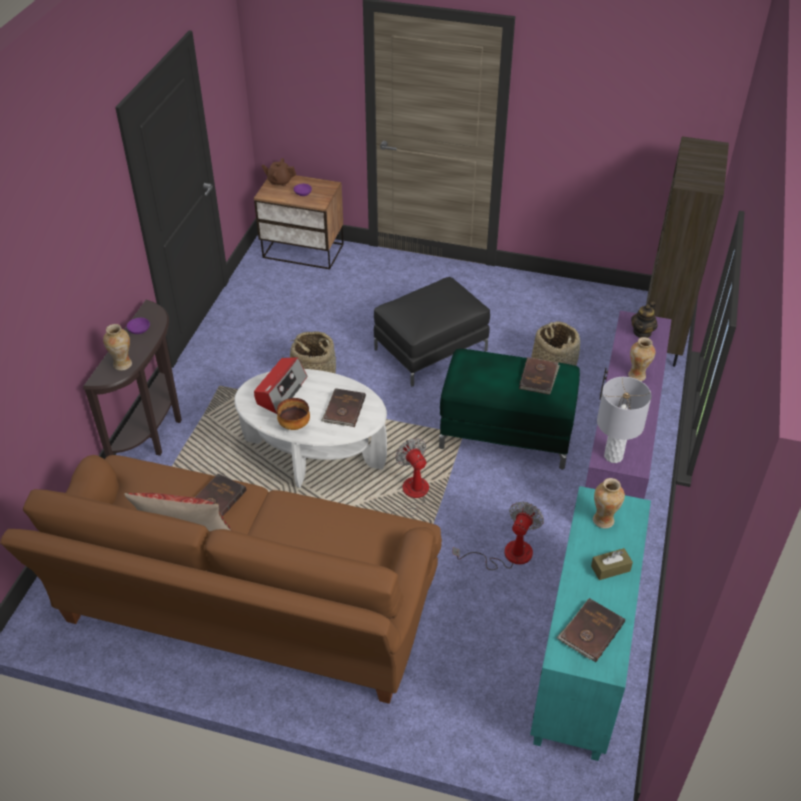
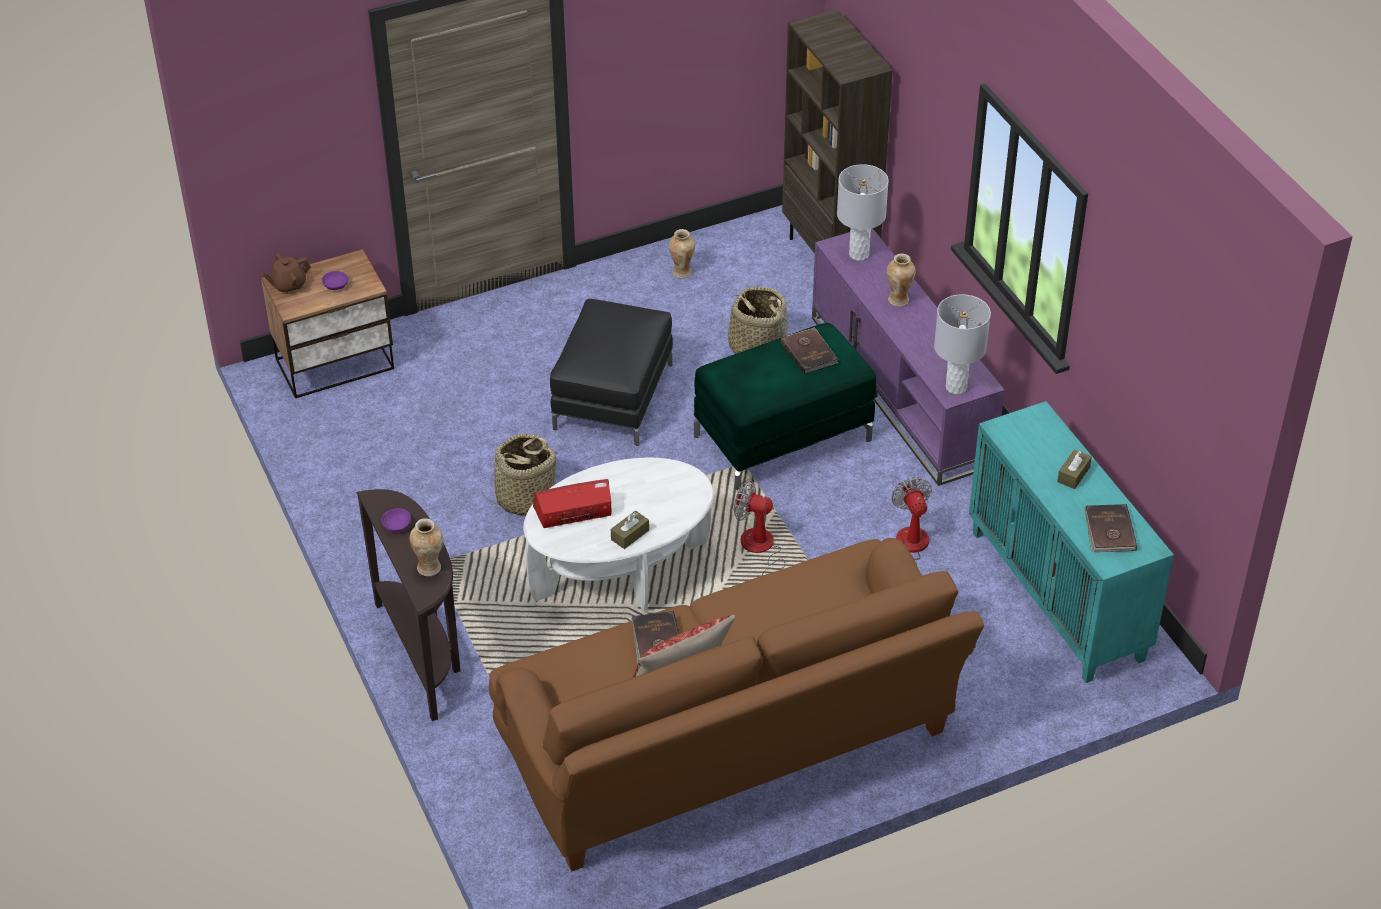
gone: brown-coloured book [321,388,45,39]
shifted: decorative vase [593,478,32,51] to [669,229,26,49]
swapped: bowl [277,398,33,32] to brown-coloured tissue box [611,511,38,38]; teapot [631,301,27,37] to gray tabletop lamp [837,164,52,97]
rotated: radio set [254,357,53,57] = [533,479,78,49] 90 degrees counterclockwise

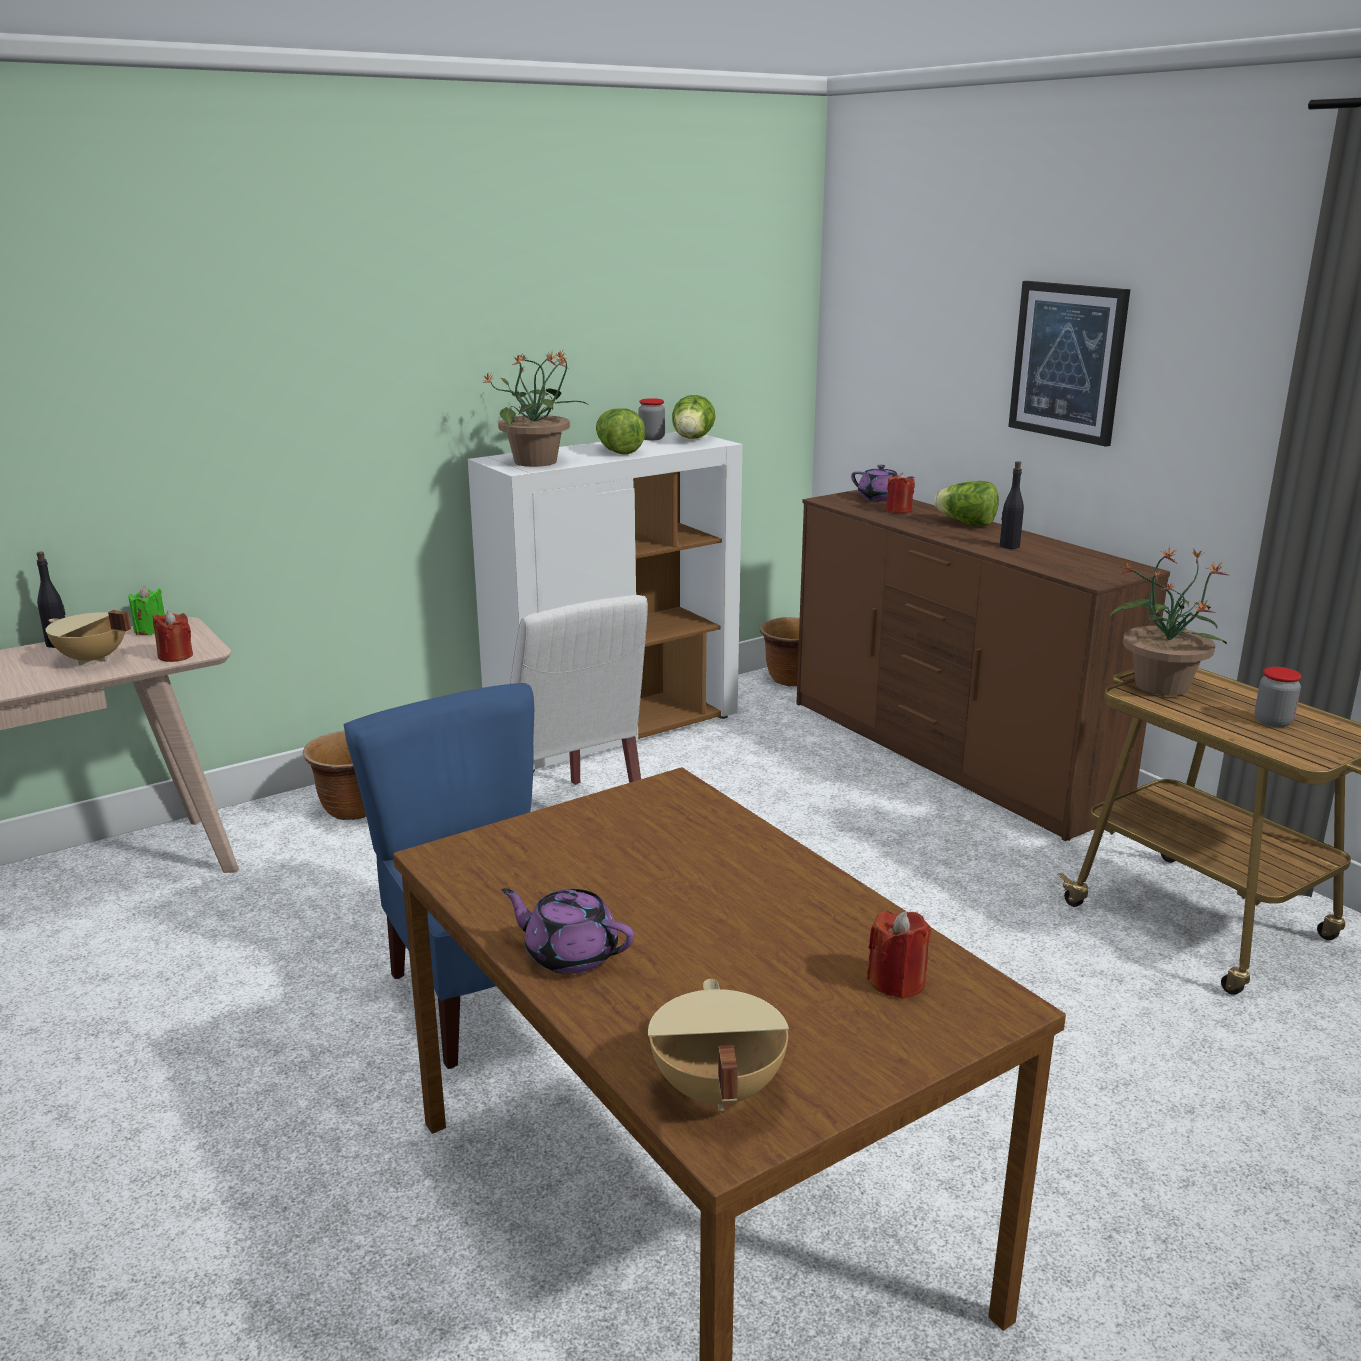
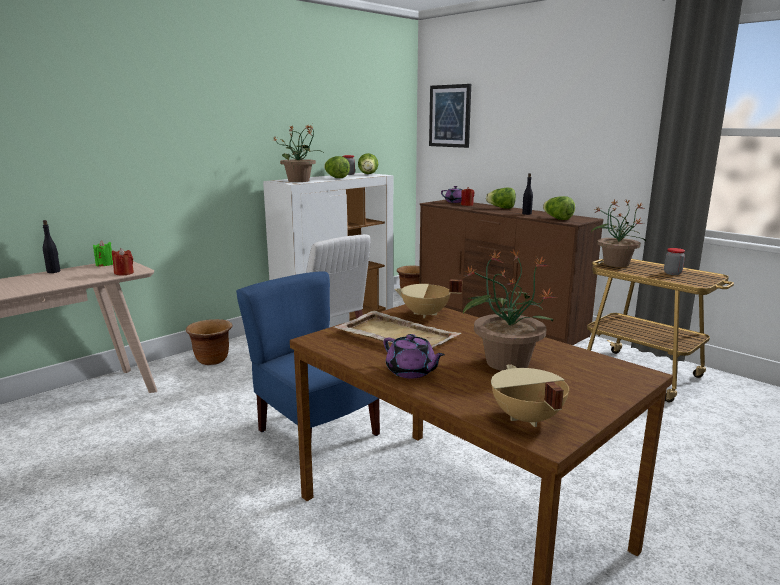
gone: red-coloured candle [867,911,64,88]
new: beige-coloured carrying tray [334,311,127,38]; plant in a pot [463,250,95,121]; head of lettuce [543,196,32,24]
shifted: beige-coloured stockpot [46,610,85,55] to [395,279,67,39]; wall art [1008,281,122,166] to [429,84,42,64]
rotated: purple teapot [501,888,133,86] = [383,334,62,45] 150 degrees counterclockwise

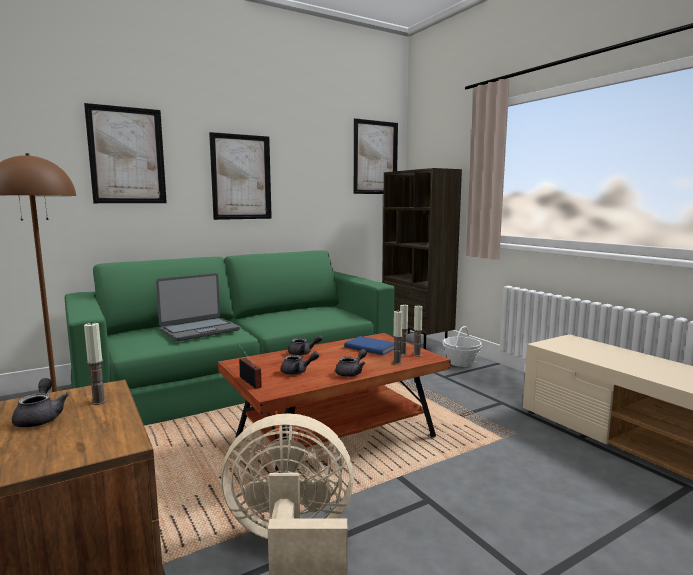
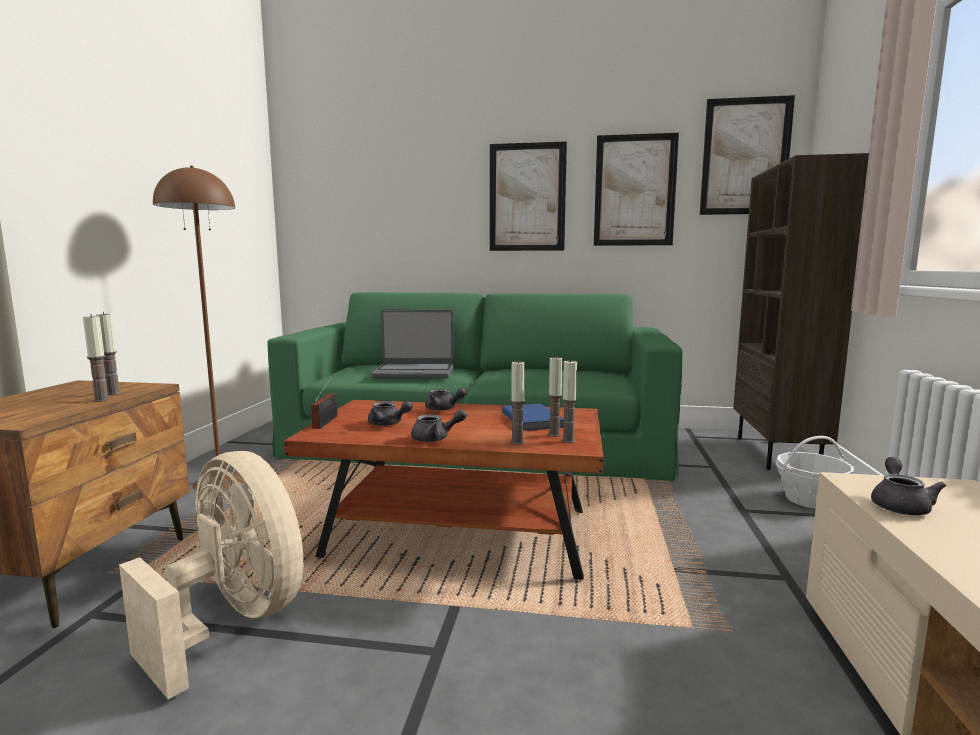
new: candle [83,314,27,88]
shifted: gray teapot [12,378,57,50] to [871,457,75,58]; wall art [84,103,83,100] to [594,133,85,113]

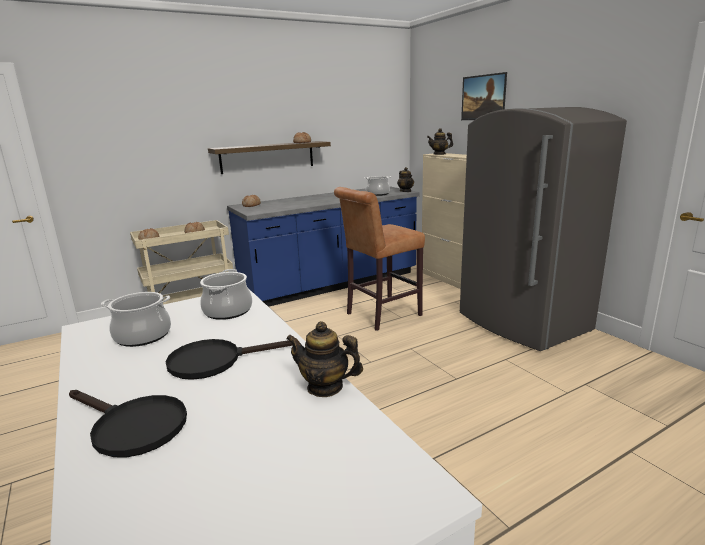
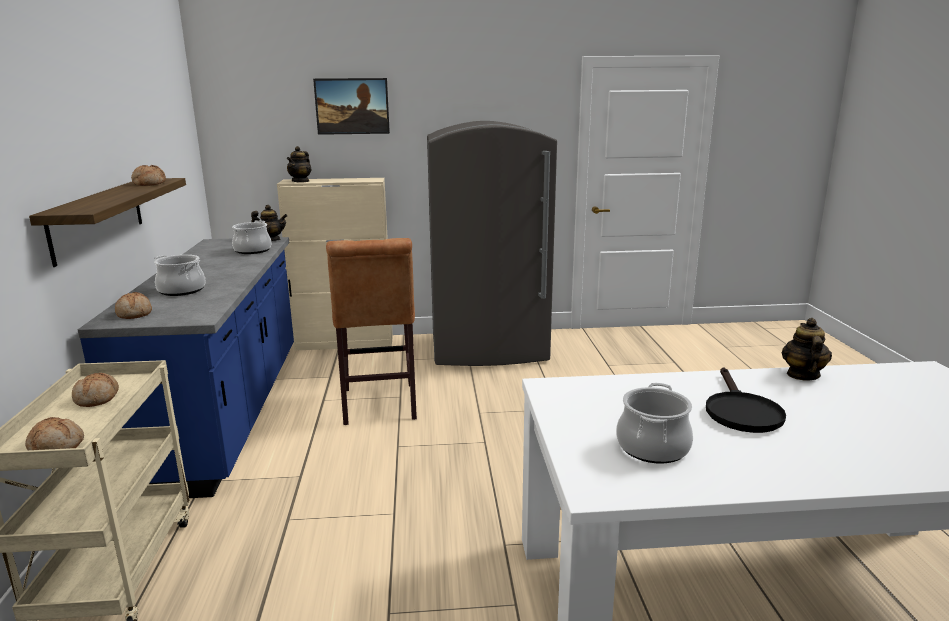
gone: blackish skillet [69,390,118,67]
shifted: stockpot [200,269,52,51] to [154,255,52,41]
rotated: teapot [286,321,77,76] = [782,318,50,62] 150 degrees clockwise

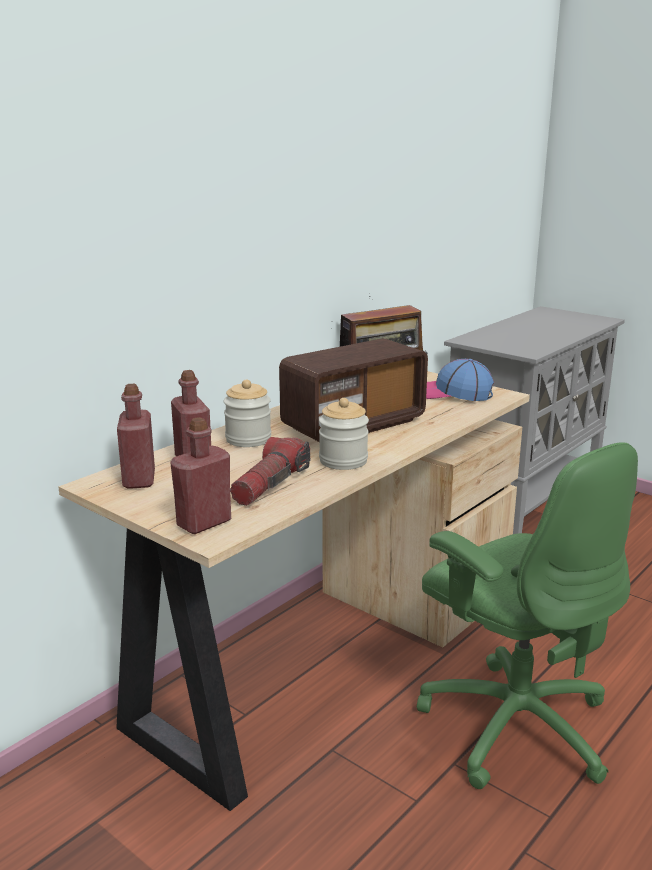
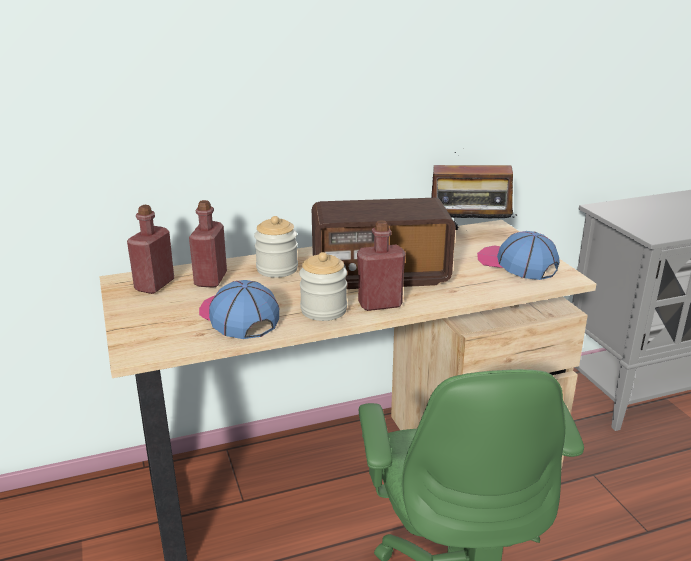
shifted: red-coloured beverage bottle [170,417,61,117] to [357,220,49,91]
swapped: hand torch [230,437,80,69] to baseball cap [199,280,80,59]

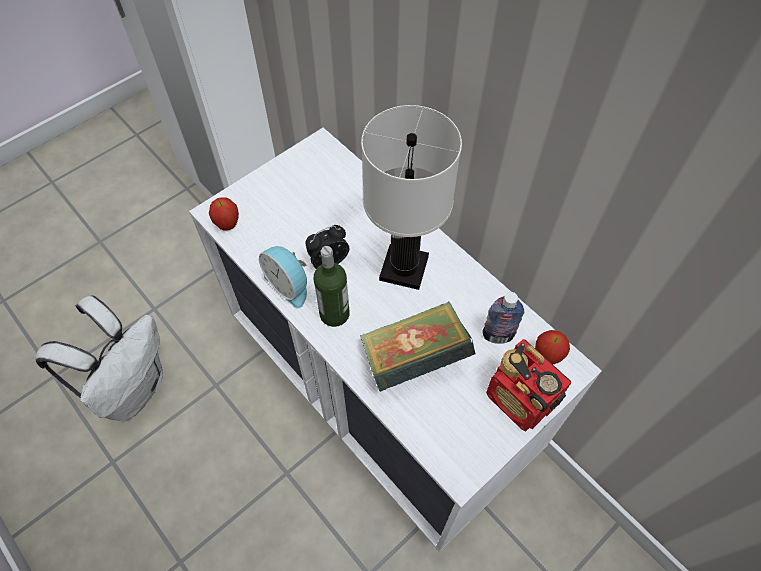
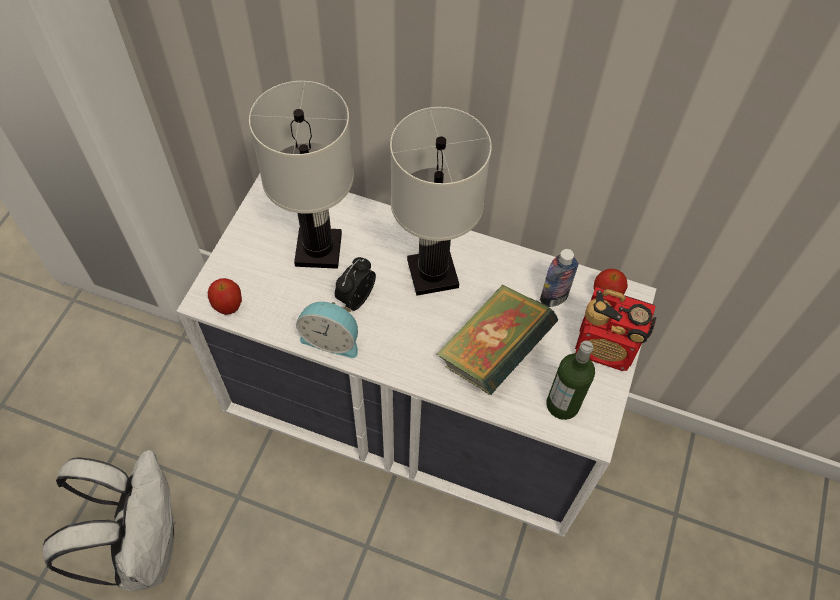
new: whitish tabletop lamp [249,81,105,188]
shifted: beverage bottle [314,246,36,81] to [546,341,49,79]

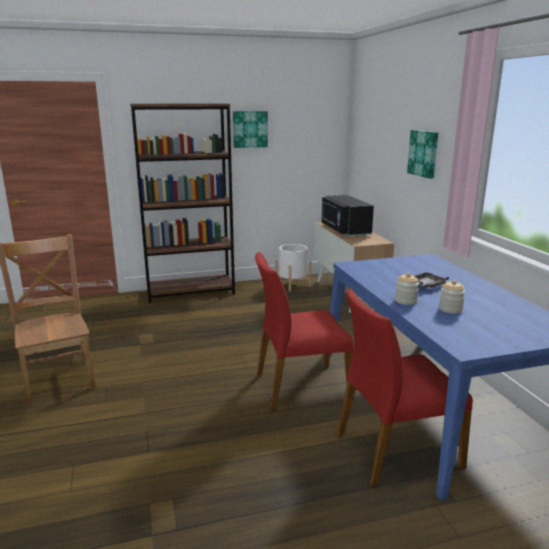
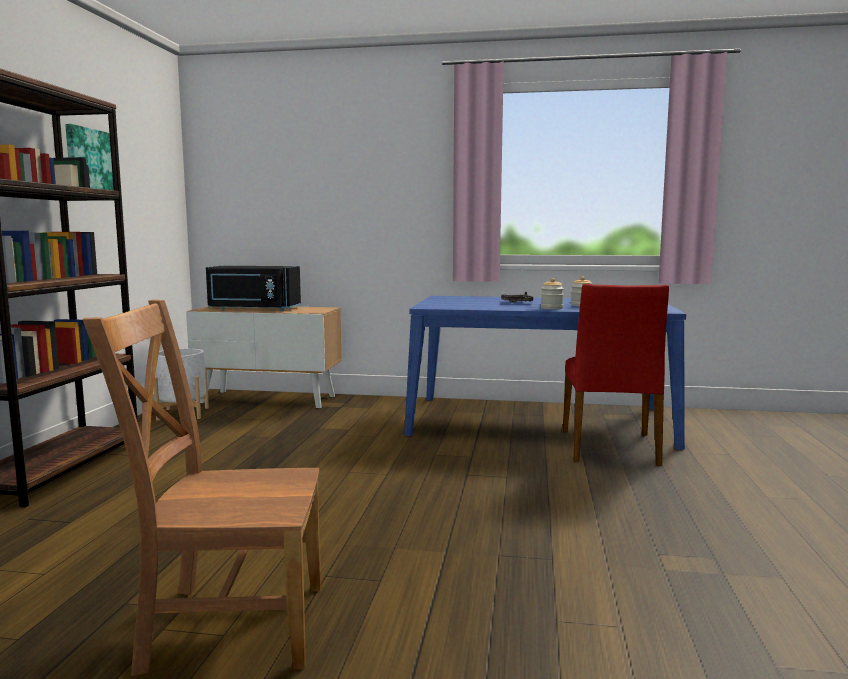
gone: red-coloured plain chair [255,252,98,158]; wall art [407,130,31,49]

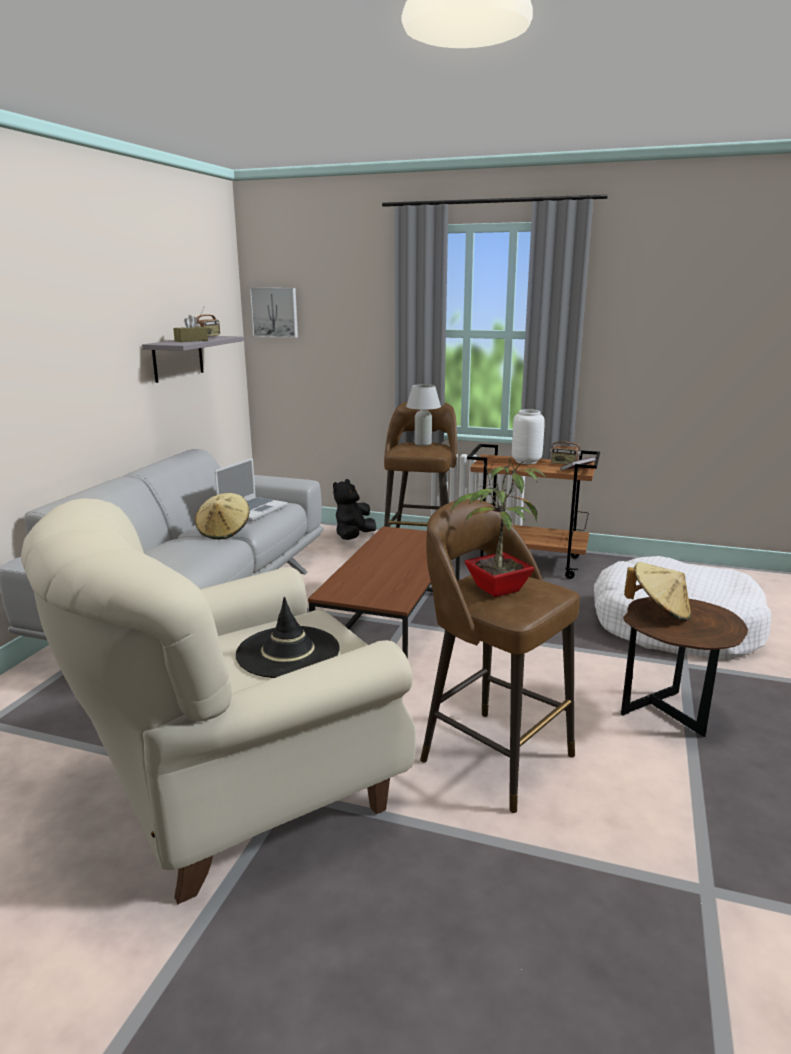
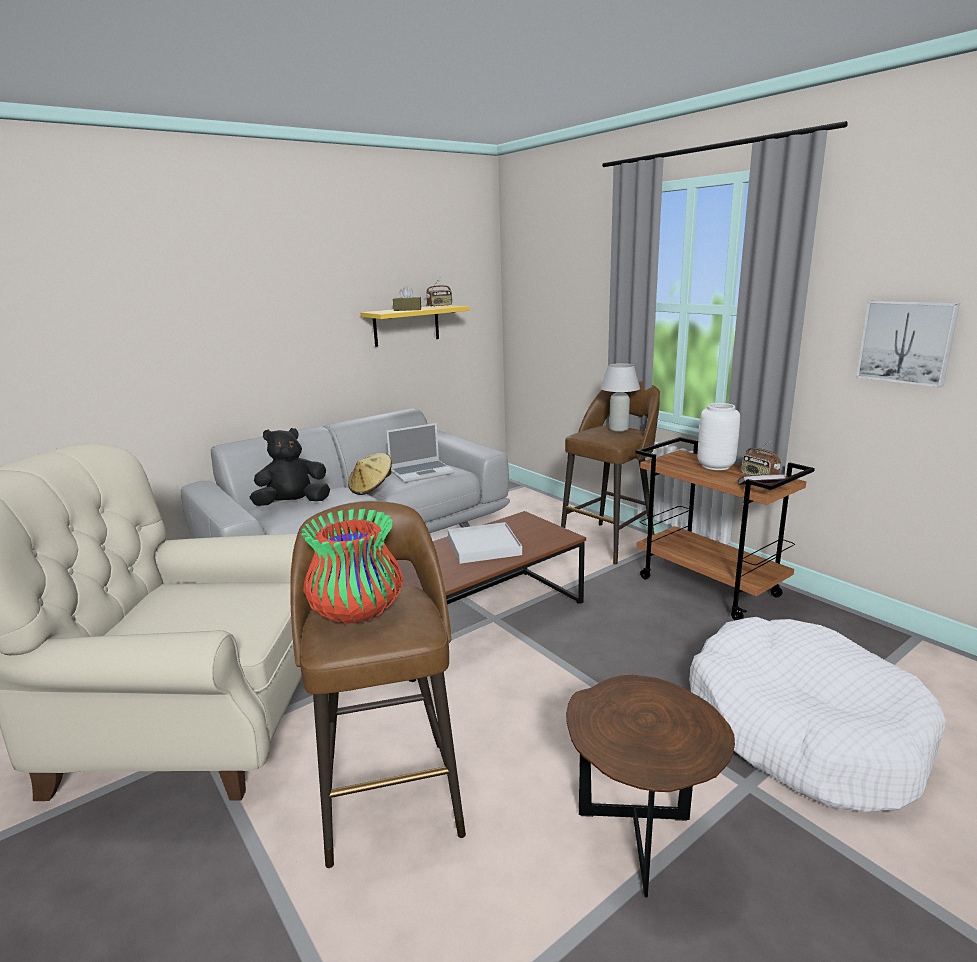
gone: blackish clothing hat [236,597,104,81]; beige-coloured clothing hat [624,562,67,59]
new: whitish carrying tray [448,522,74,42]
shifted: wall art [250,288,48,50] to [856,301,104,86]; blackish cuddly toy [333,479,43,61] to [249,428,81,78]
swapped: plant in a pot [450,458,96,139] to decorative vase [301,509,102,115]
repainted: gray shelf [142,336,102,47] to yellow shelf [360,305,110,42]

